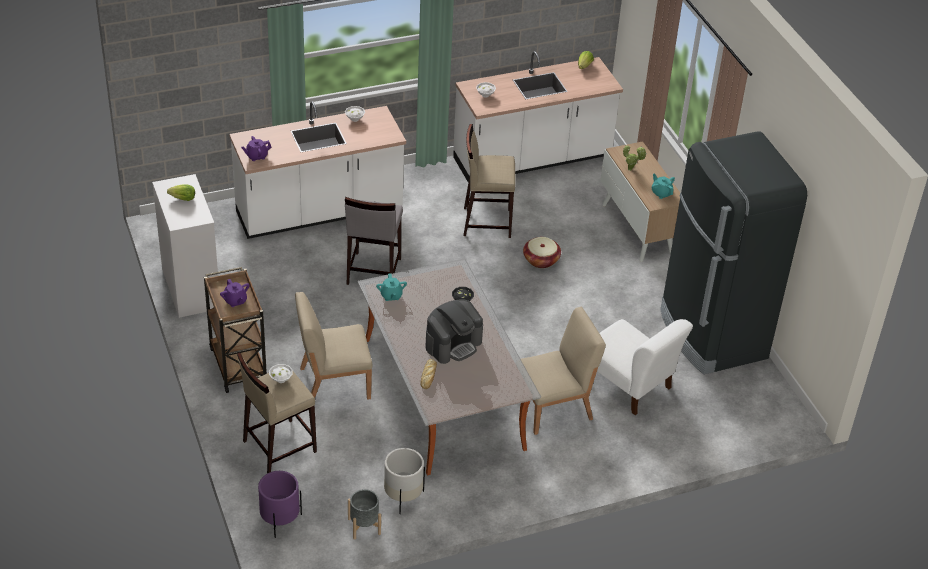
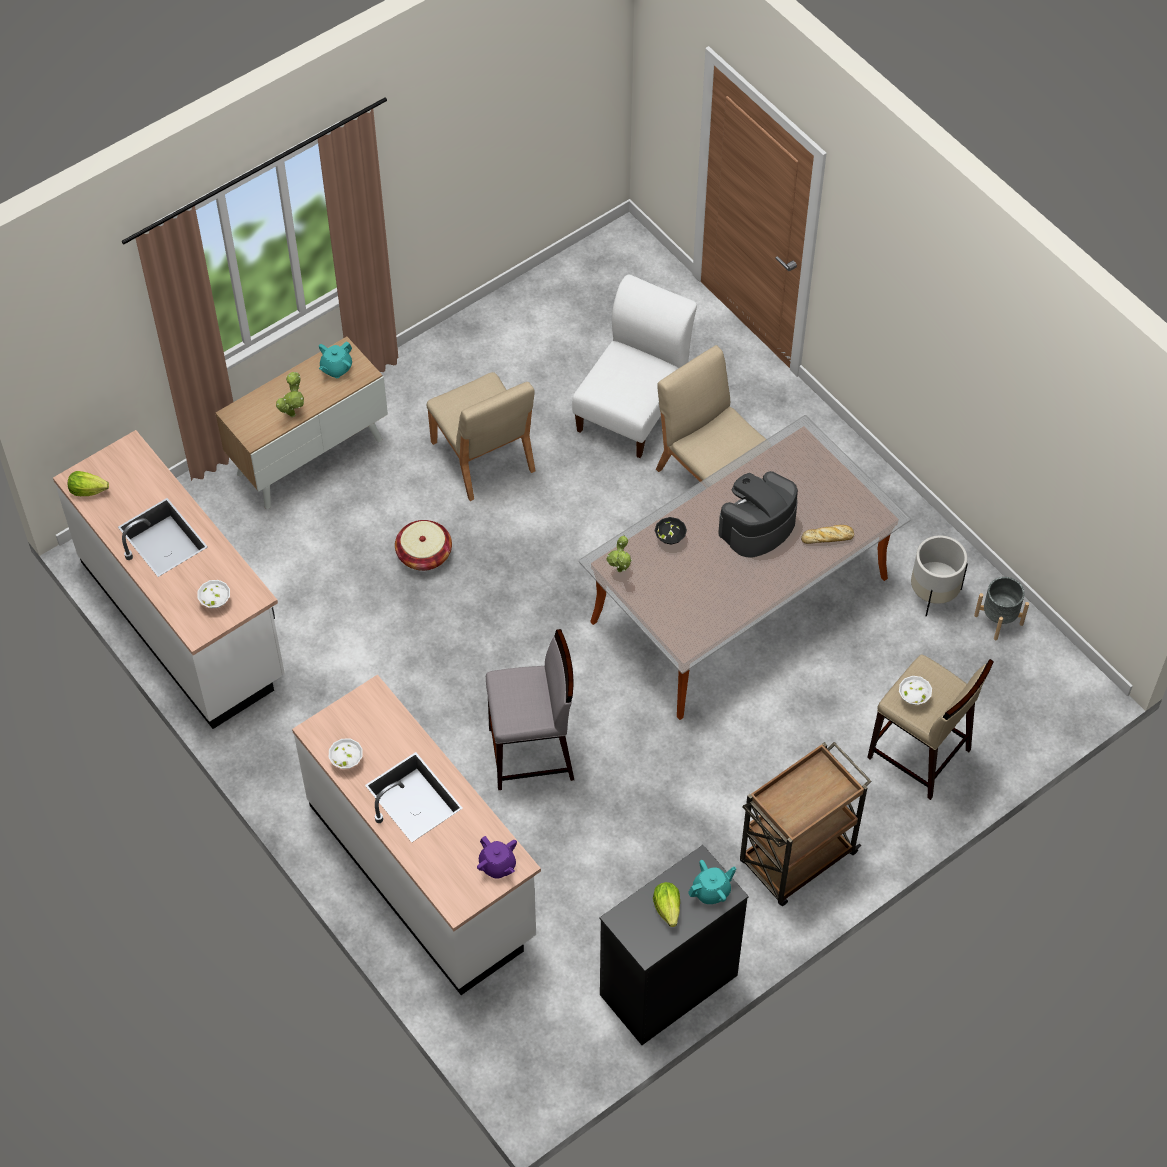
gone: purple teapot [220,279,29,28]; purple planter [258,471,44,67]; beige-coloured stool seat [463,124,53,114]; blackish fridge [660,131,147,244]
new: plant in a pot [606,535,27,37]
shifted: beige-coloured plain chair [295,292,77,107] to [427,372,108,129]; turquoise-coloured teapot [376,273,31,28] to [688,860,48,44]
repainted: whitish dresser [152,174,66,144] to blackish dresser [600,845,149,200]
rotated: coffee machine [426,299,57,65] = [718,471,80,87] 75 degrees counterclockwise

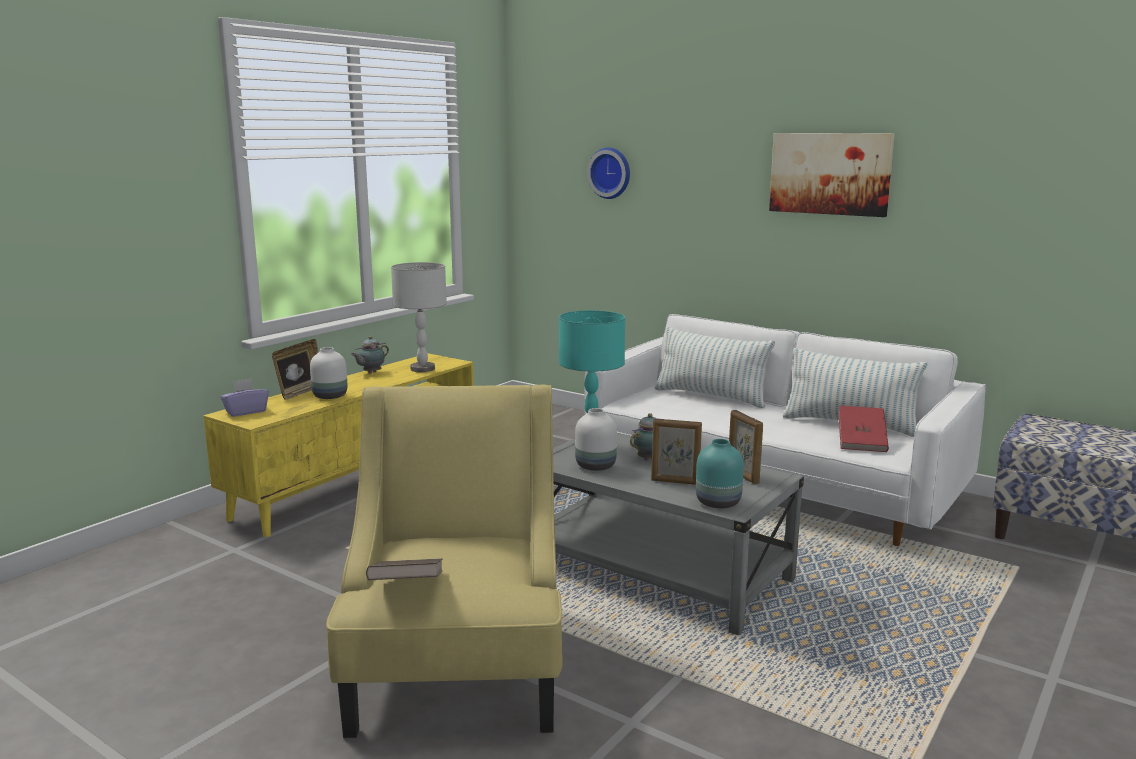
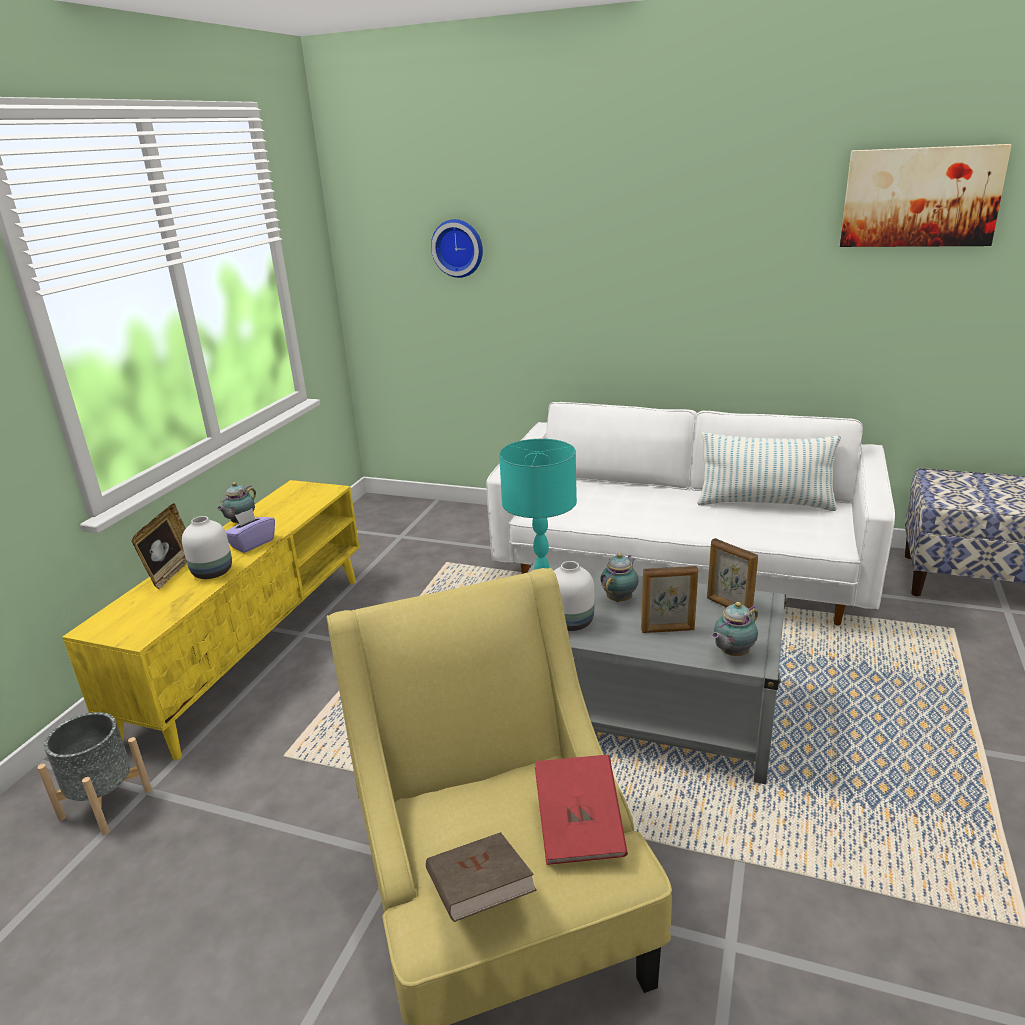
gone: gray tabletop lamp [391,262,56,110]; cushion [654,327,121,81]
new: gray planter [37,712,115,123]
shifted: purple tissue box [220,378,49,39] to [226,509,49,44]; wall art [769,133,126,84] to [840,144,172,103]; red-coloured book [838,406,51,46] to [535,754,93,111]
swapped: turquoise-coloured decorative vase [696,439,48,69] to teapot [711,602,47,54]

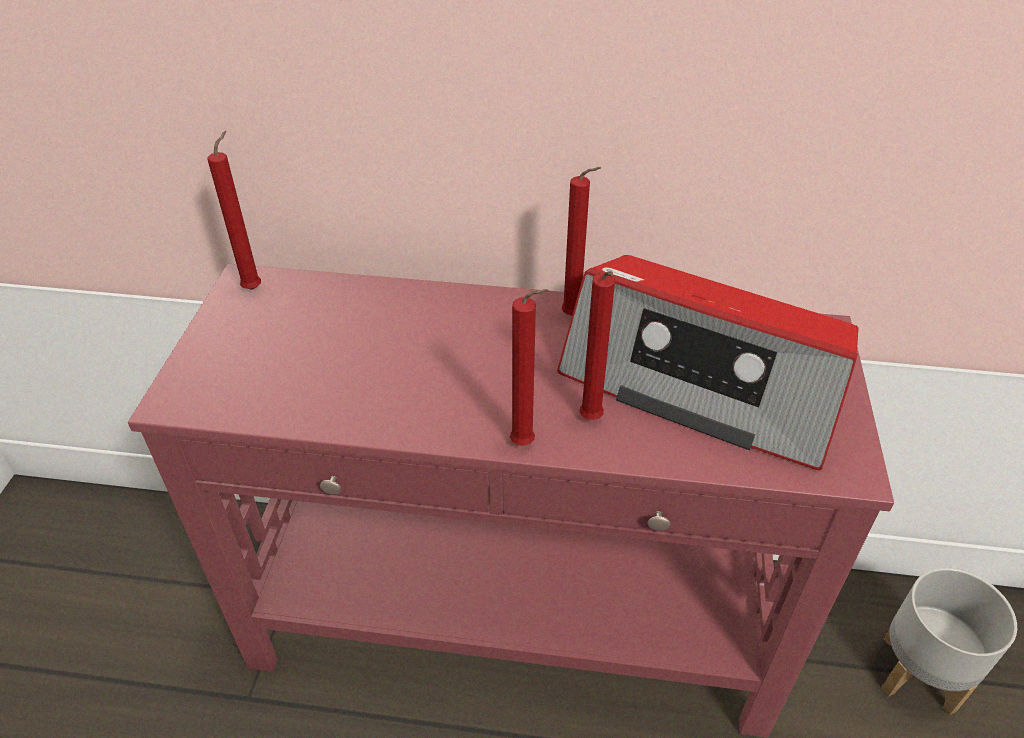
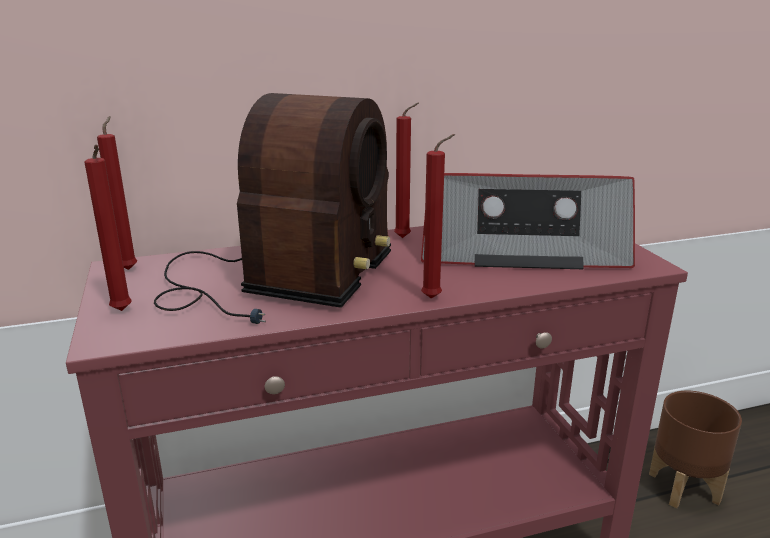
new: radio set [154,93,237,231]
shifted: red-coloured candle [579,271,36,149] to [85,145,47,166]
repainted: gray planter [881,568,136,147] to brown-coloured planter [649,391,93,117]

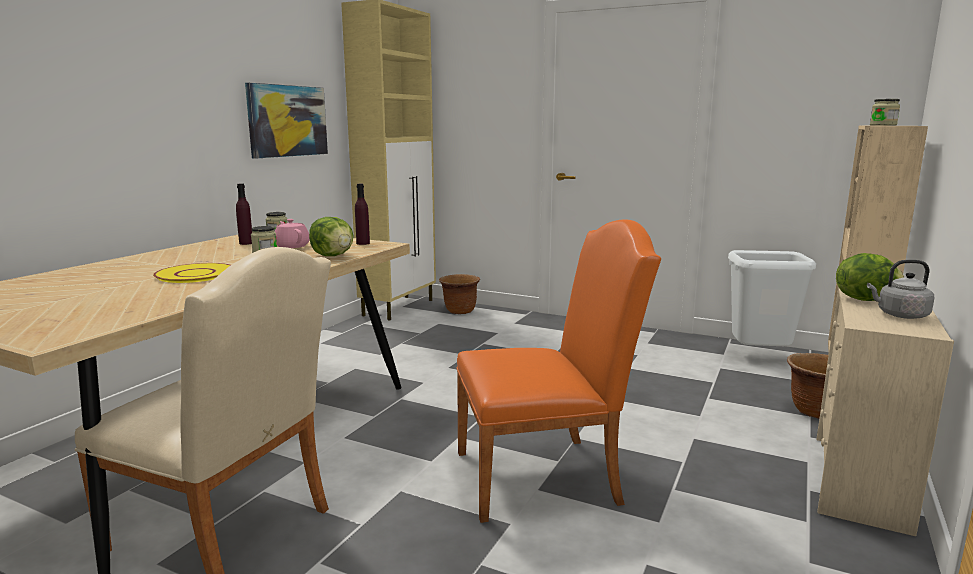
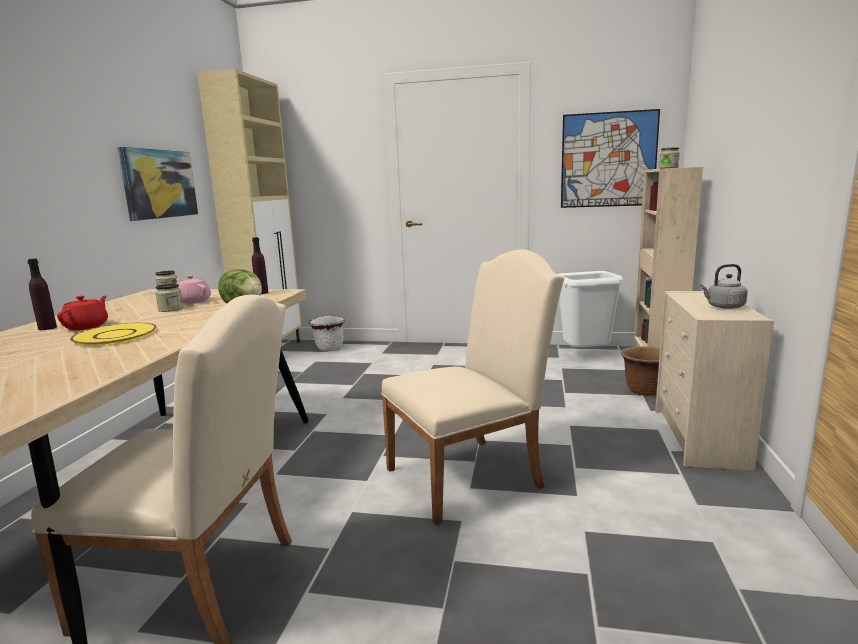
gone: head of lettuce [836,253,68,48]
new: red-coloured teapot [57,295,51,35]; wall art [561,109,99,99]
shifted: purple beverage bottle [236,183,16,62] to [27,259,30,71]
repainted: brown-coloured planter [439,274,41,40] to whitish planter [308,316,37,36]; orange plain chair [456,219,205,304] to beige-coloured plain chair [381,250,183,275]

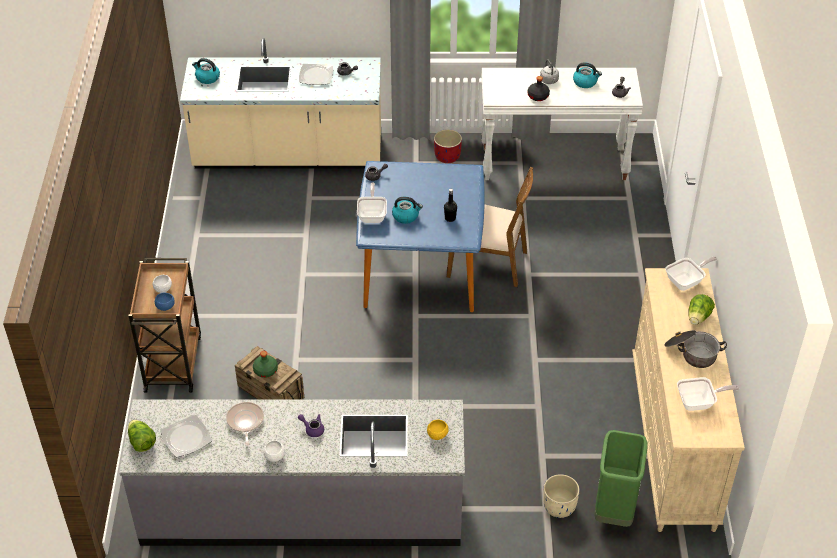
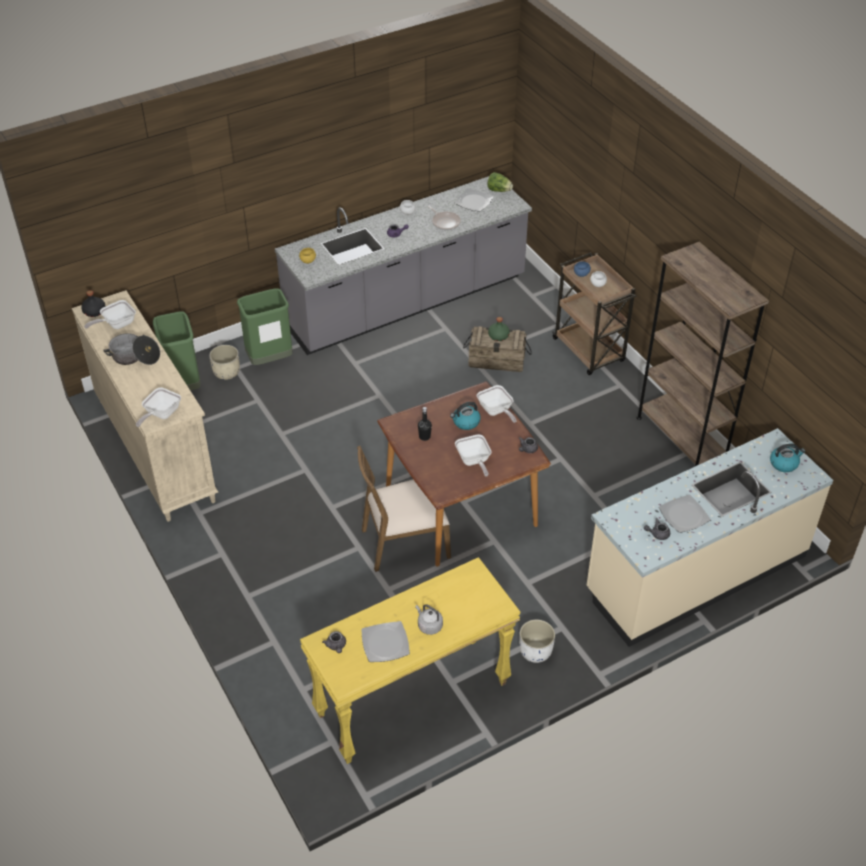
gone: head of lettuce [688,294,27,31]
new: greenish waste bin [237,289,56,76]; skillet [455,434,37,43]; brown-coloured shelving unit [636,242,133,224]
shifted: blackish beverage bottle [528,76,22,25] to [81,290,25,27]
swapped: tea kettle [573,62,29,26] to dinner plate [361,621,49,41]
repainted: blue dinner table [356,161,129,151] to brown-coloured dinner table [377,382,174,185]; red-coloured planter [434,129,28,34] to whitish planter [519,619,36,44]; whitish hall table [481,68,162,112] to yellow hall table [300,557,220,207]

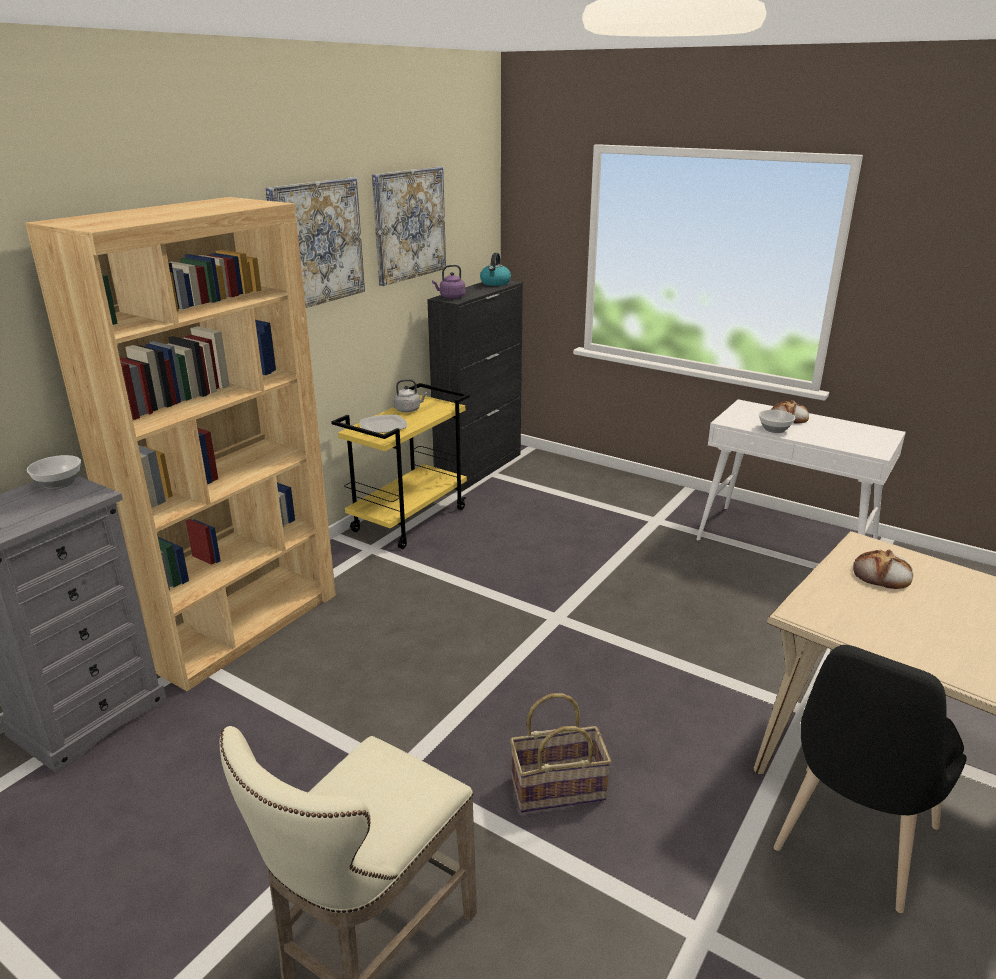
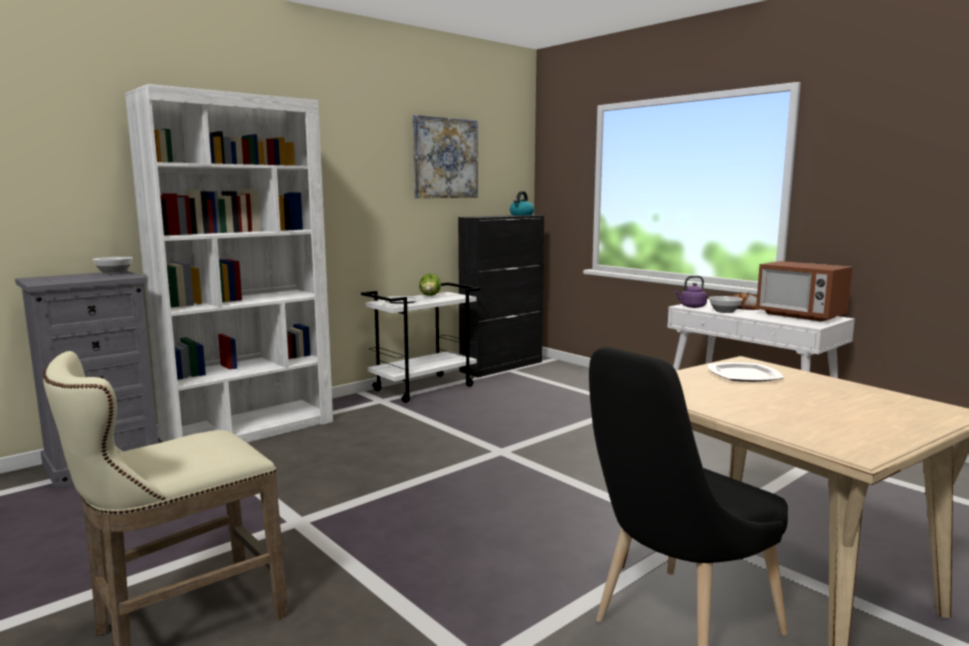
gone: wall art [265,177,100,131]; storage basket [510,693,101,120]
new: microwave oven [756,261,96,61]
shifted: purple tea kettle [432,265,33,34] to [674,276,33,32]
swapped: gray tea kettle [394,379,34,33] to head of lettuce [419,273,22,23]; bread [853,550,60,39] to dinner plate [708,362,76,20]
repainted: brown-coloured shelving unit [25,197,311,494] to whitish shelving unit [125,84,208,358]; yellow wheeled cart [331,383,139,166] to whitish wheeled cart [361,283,119,120]

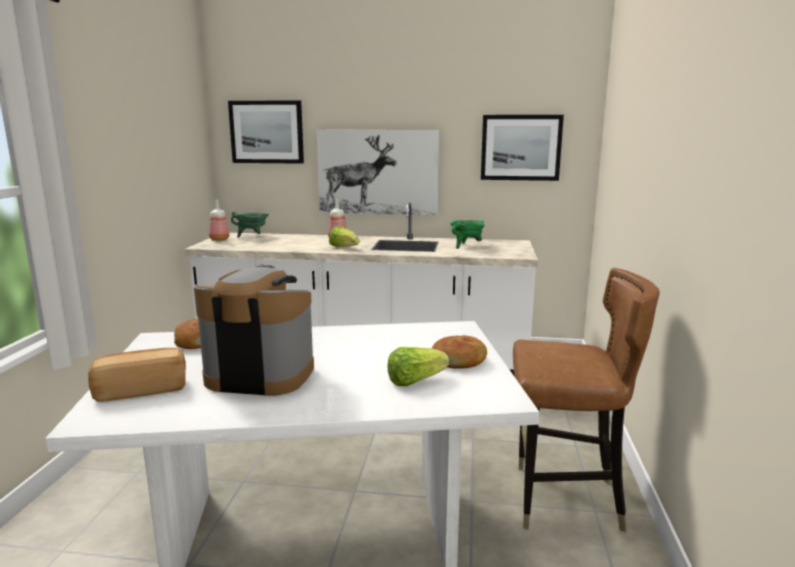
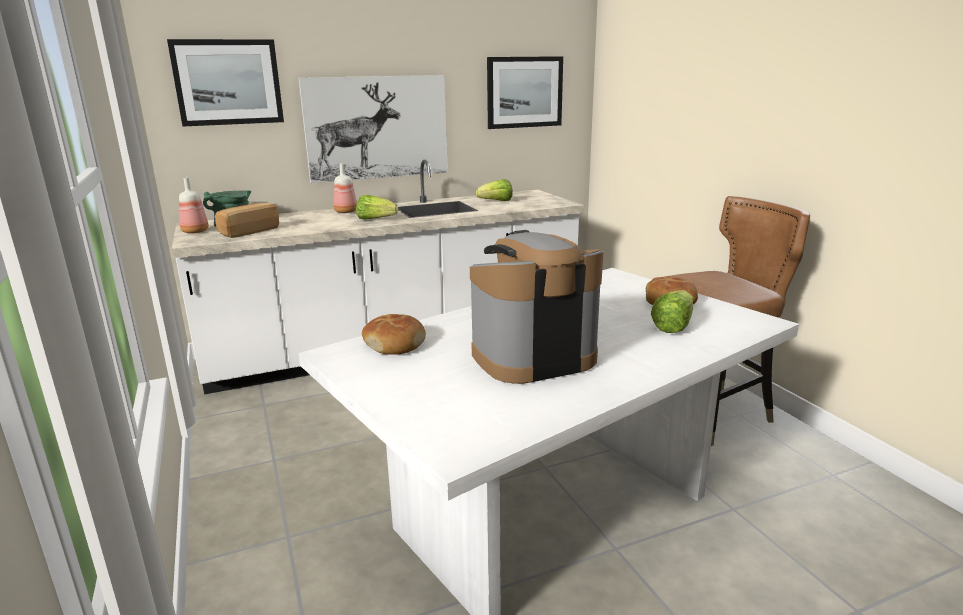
shifted: bread [88,348,98,54] to [215,203,64,35]
swapped: greenish stockpot [450,220,35,29] to head of lettuce [476,179,37,22]

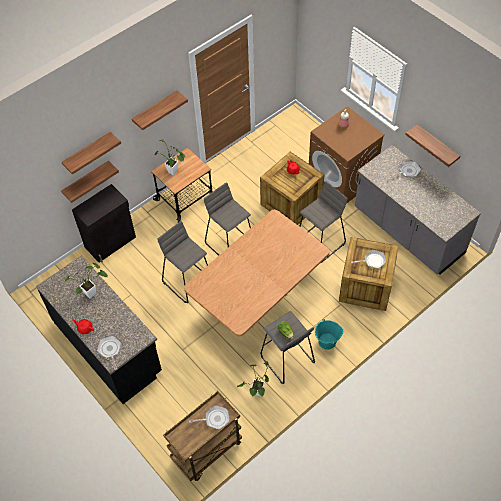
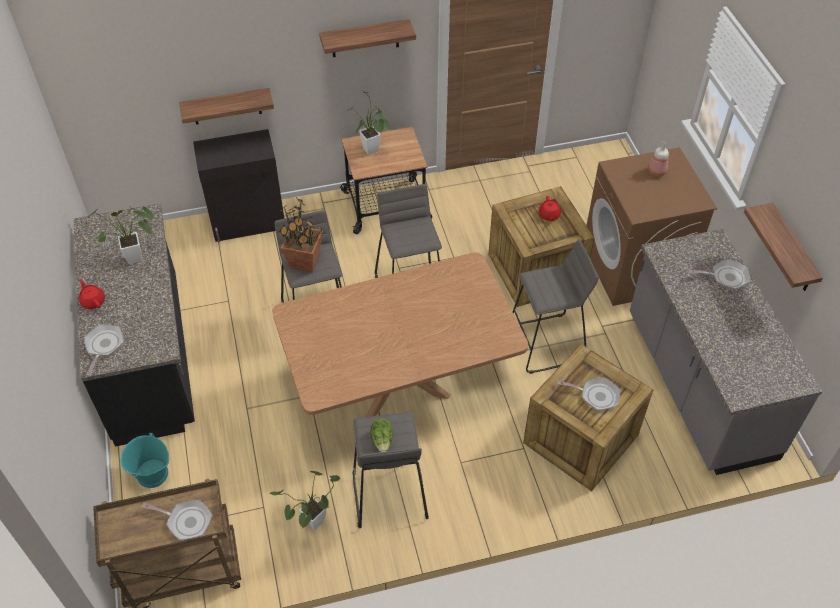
gone: shelf [62,132,59,43]
new: plant in a pot [279,198,44,74]
shifted: turquoise-coloured pail [315,319,28,31] to [120,433,49,55]

